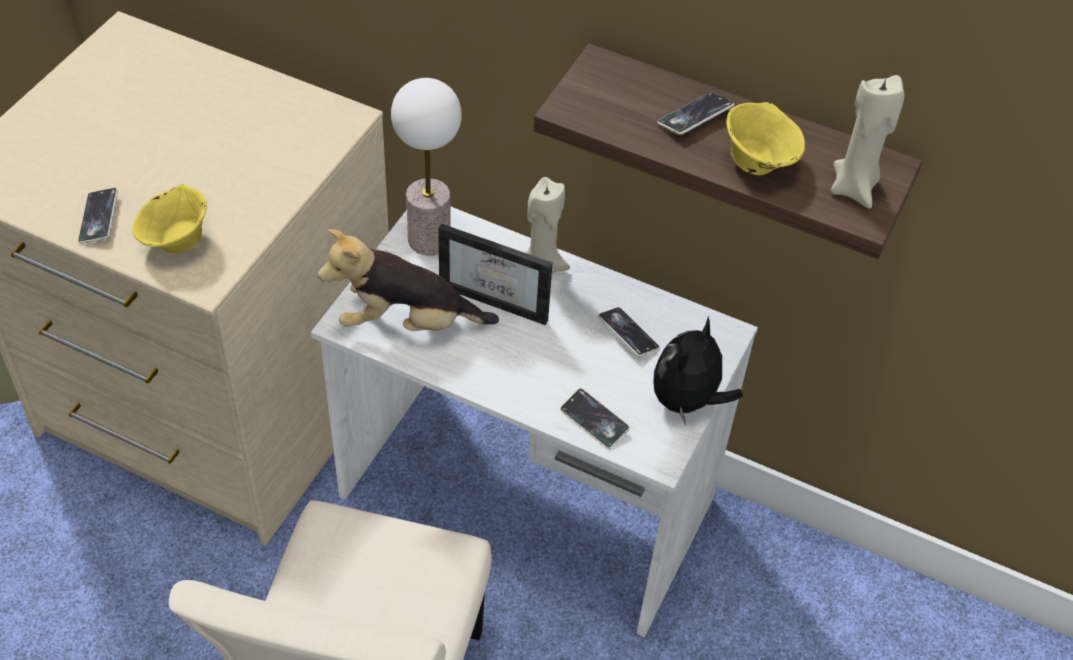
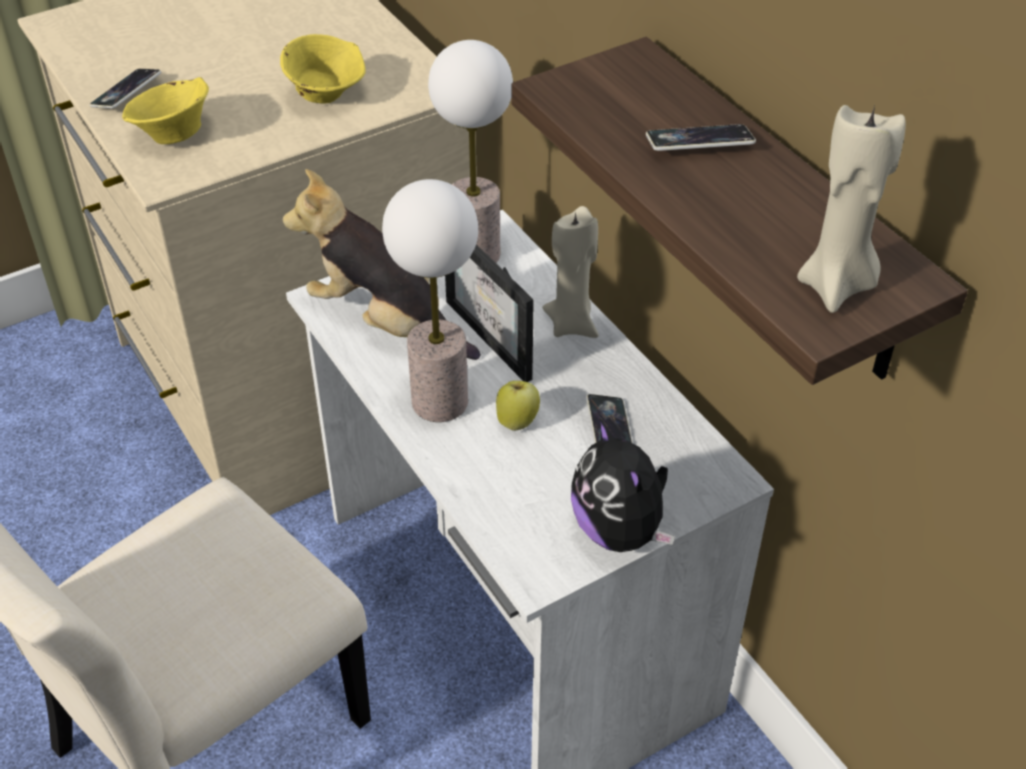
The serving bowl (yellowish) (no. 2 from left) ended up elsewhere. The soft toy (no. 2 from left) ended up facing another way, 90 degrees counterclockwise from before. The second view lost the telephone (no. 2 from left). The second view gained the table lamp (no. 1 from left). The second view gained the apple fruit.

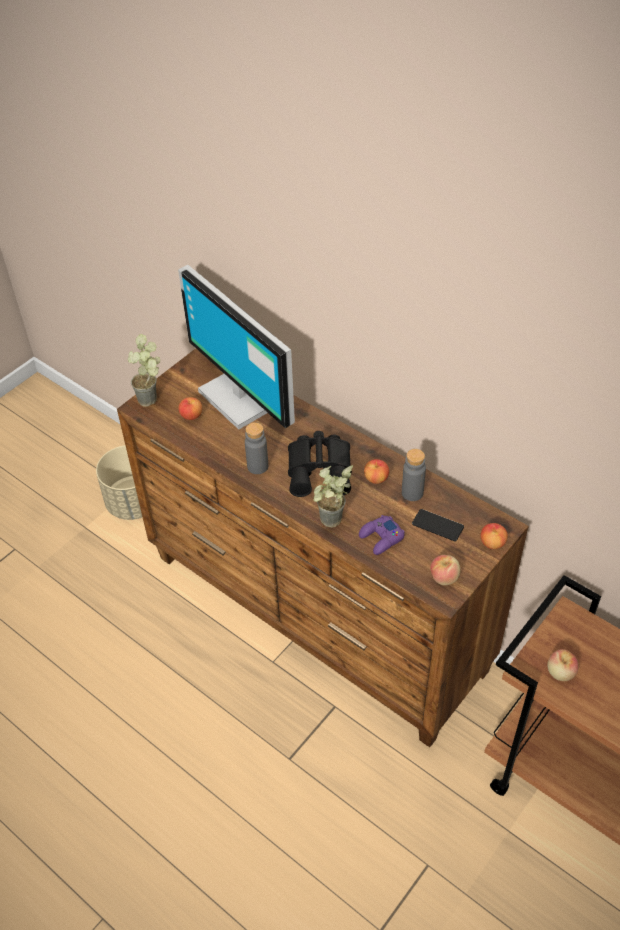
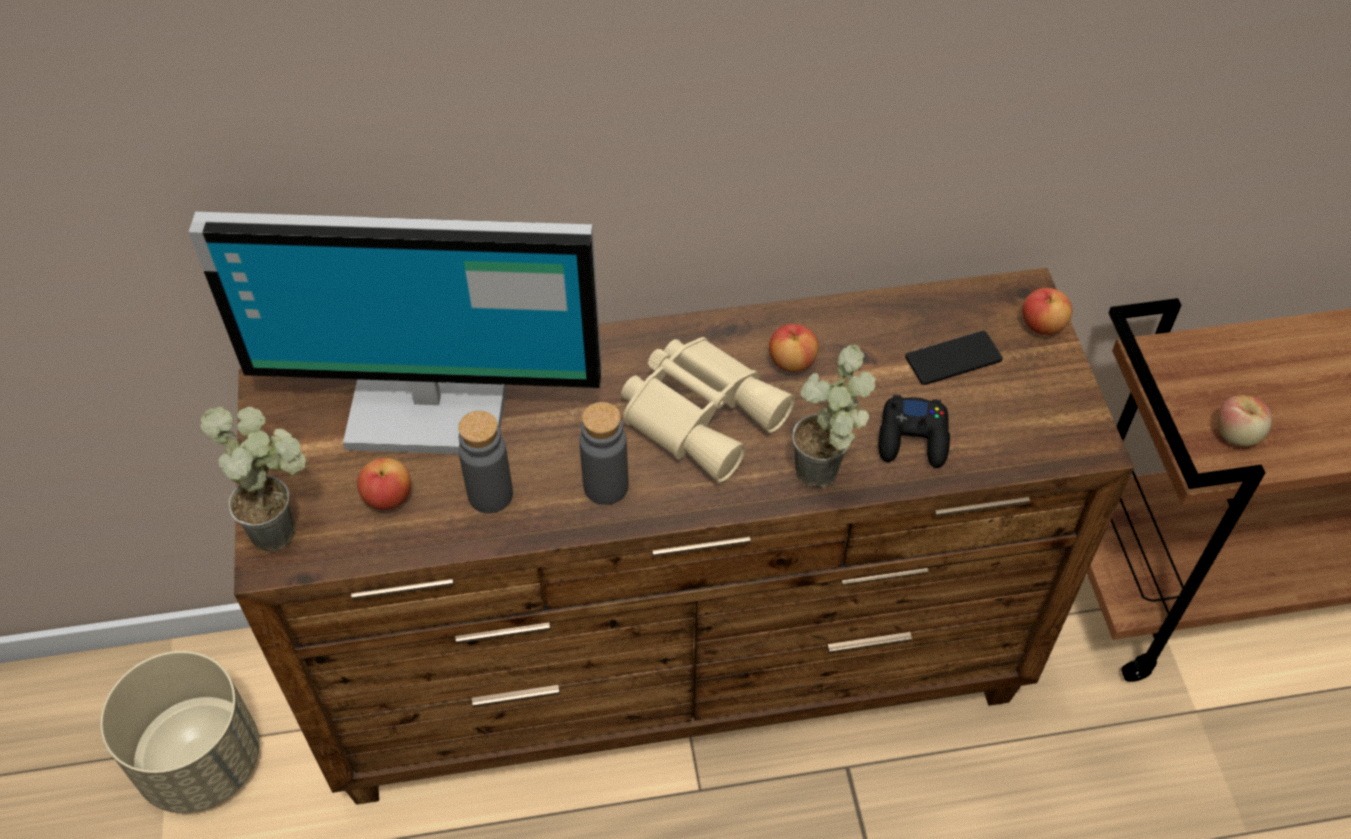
What was the field glasses (black-coloured) turned into the field glasses (beige-coloured). The bottle (gray) (no. 2 from left in the first image) ended up elsewhere. What was the game controller (purple-coloured) turned into the game controller (black-coloured). The second view lost the apple fruit (no. 3 from left).

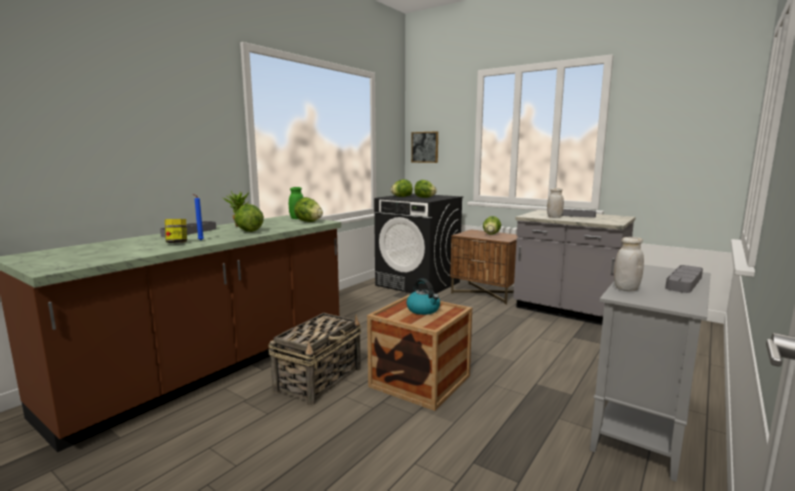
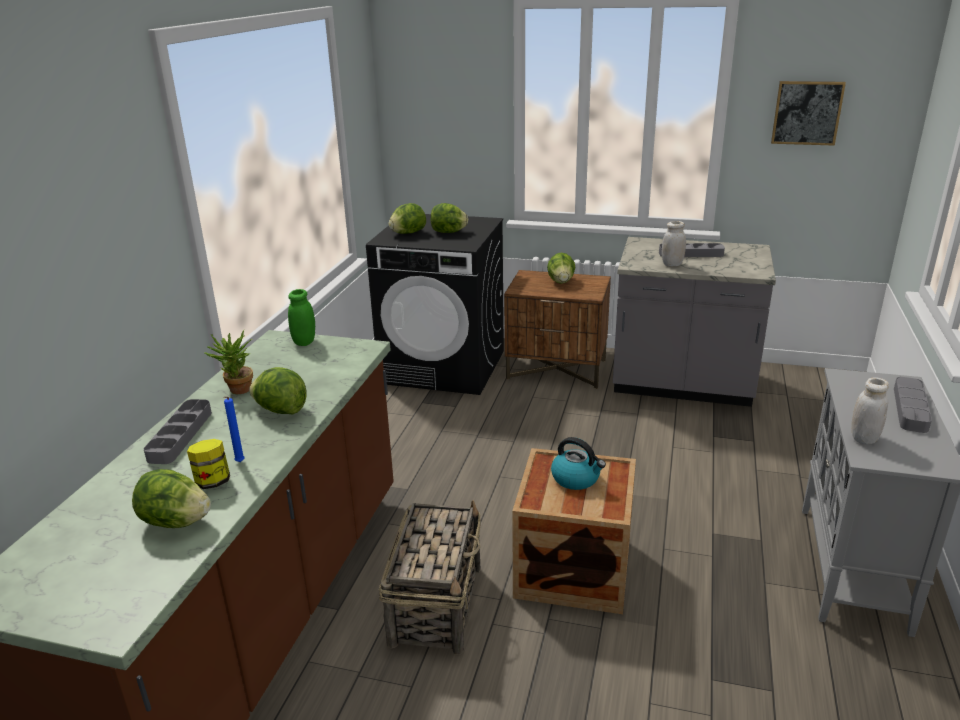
The picture ended up elsewhere. The lettuce head (no. 2 from left in the first image) ended up elsewhere.

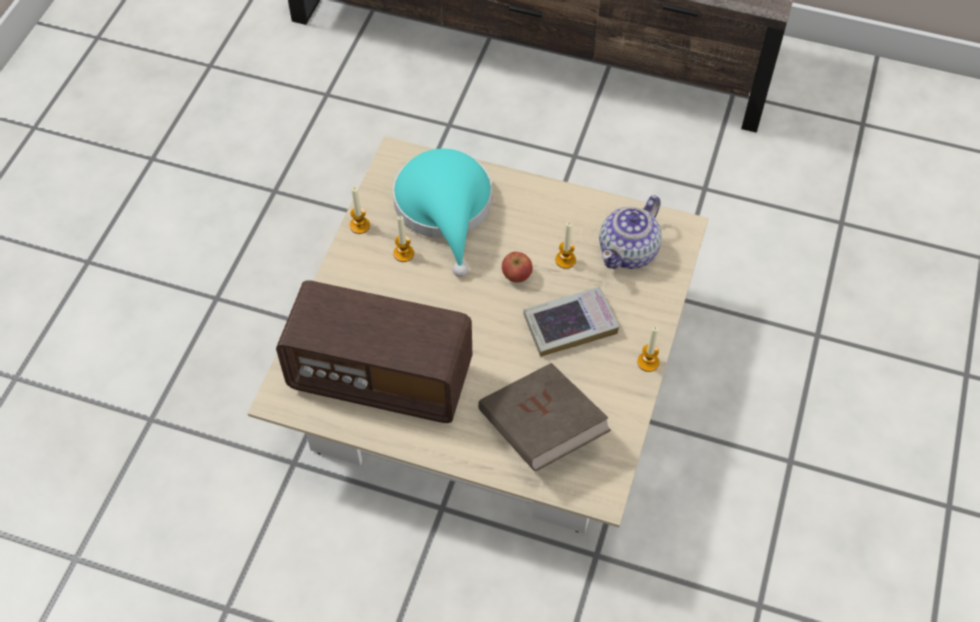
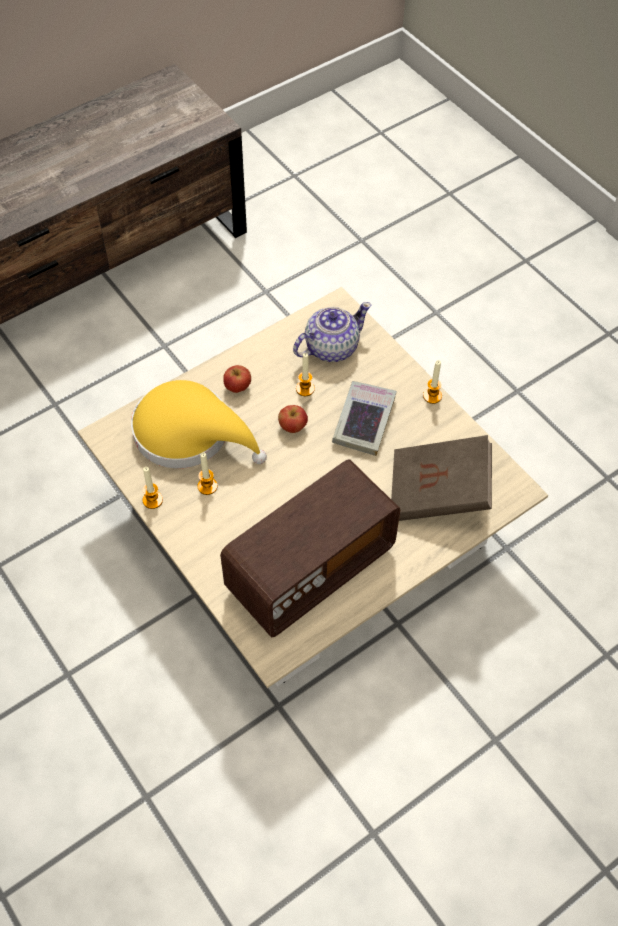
What was the wearable hat (blue-green) turned into the wearable hat (yellowish). The teapot ended up facing another way, 105 degrees counterclockwise from before. The second view gained the apple fruit (no. 1 from left).

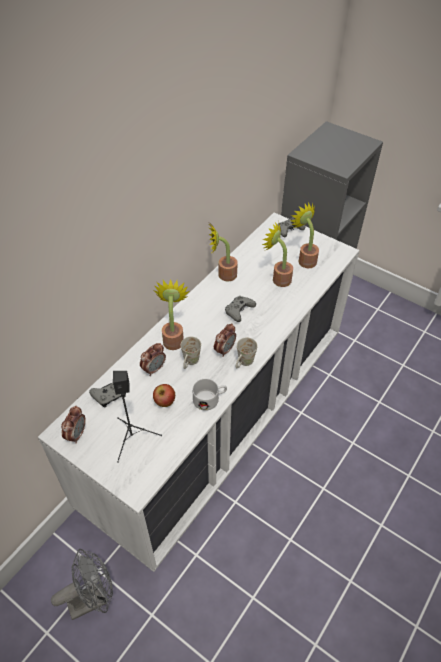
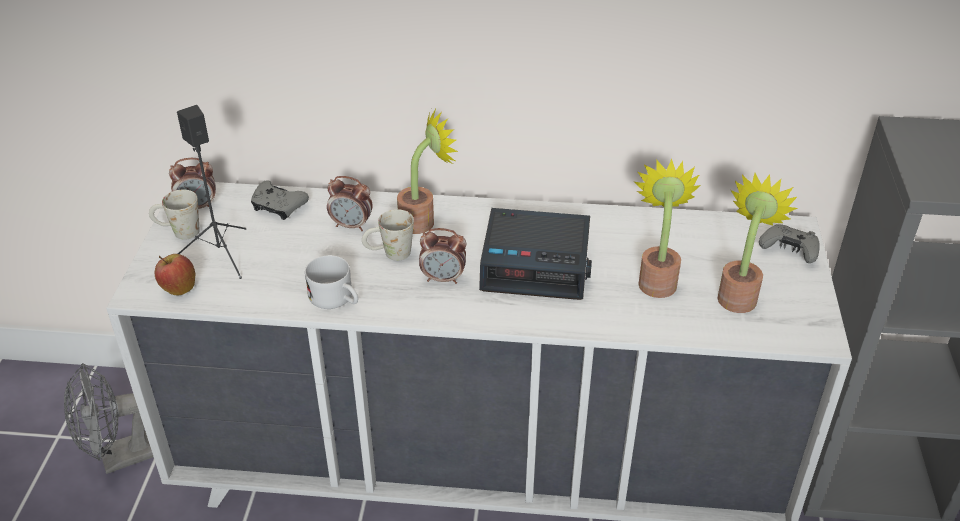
The second view lost the plant in a pot (no. 2 from left). Where the game controller (gray) (no. 2 from left) stood, the alarm clock (no. 4 from left) came to stand. The mug (white) (no. 3 from left in the first image) ended up elsewhere. The apple fruit ended up elsewhere. The electric fan (gray) ended up facing another way, 120 degrees clockwise from before.

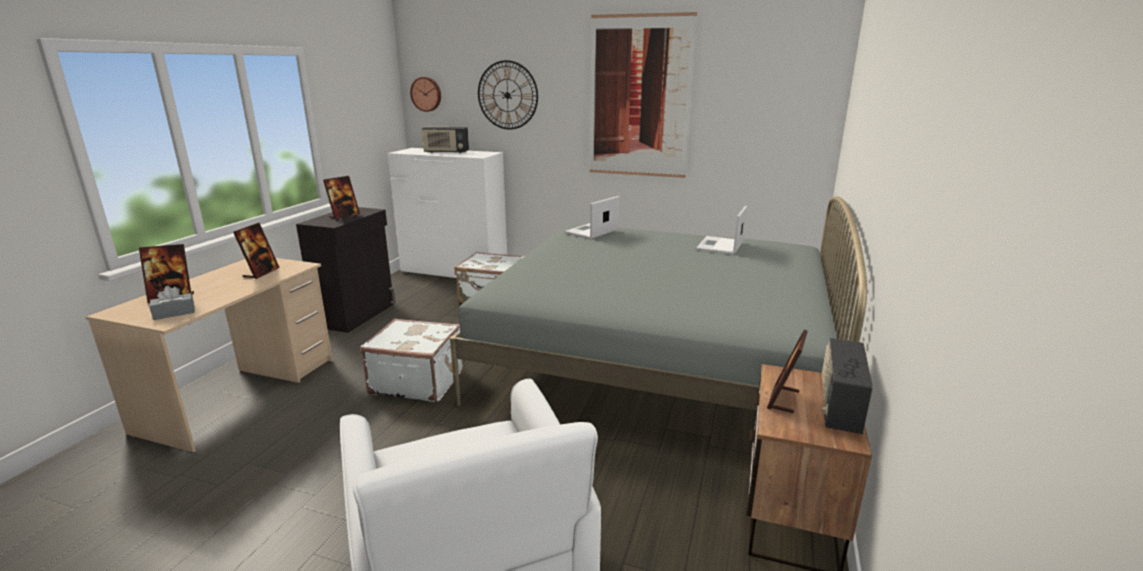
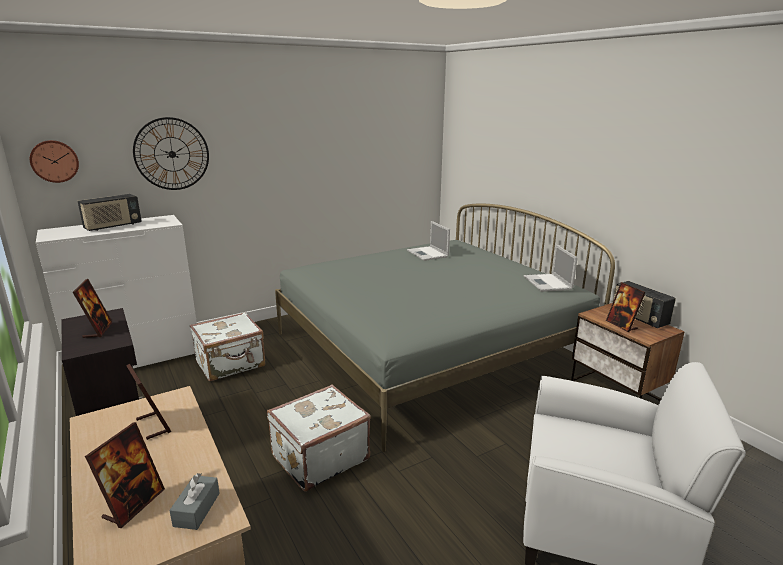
The second view lost the picture. The laptop (no. 1 from left in the first image) ended up elsewhere.

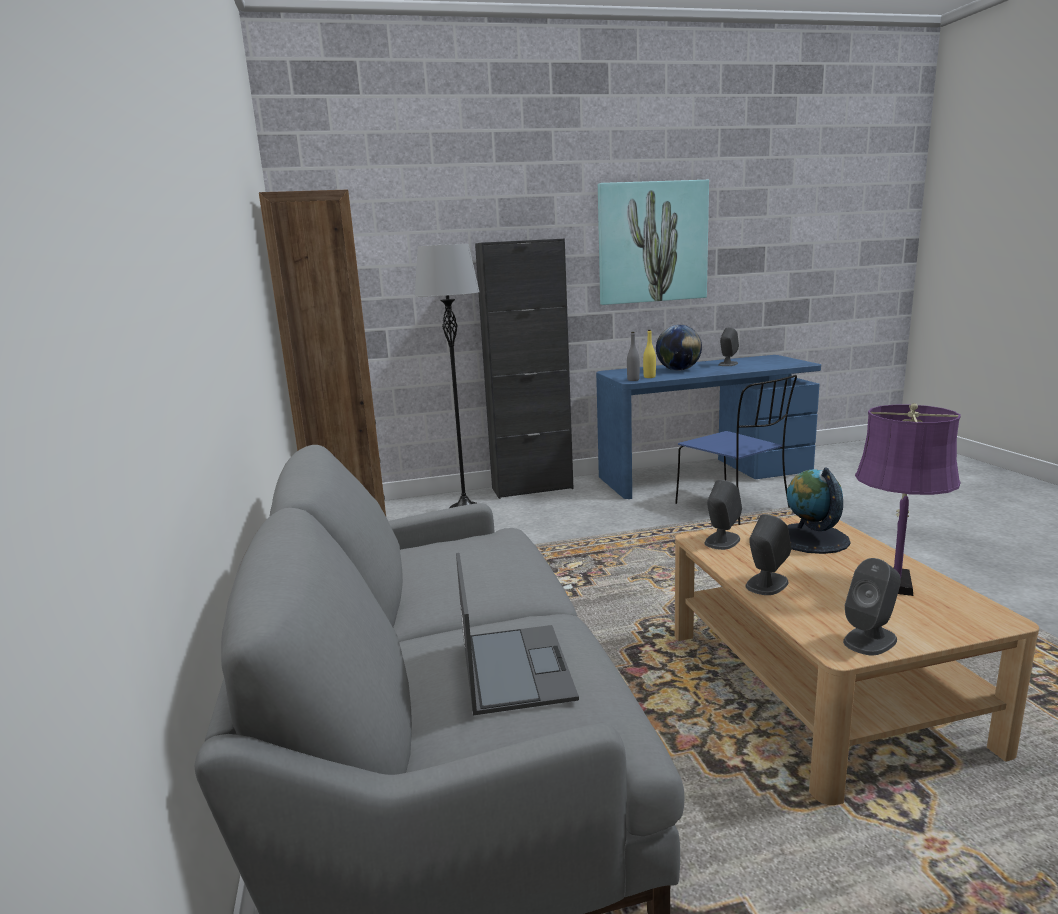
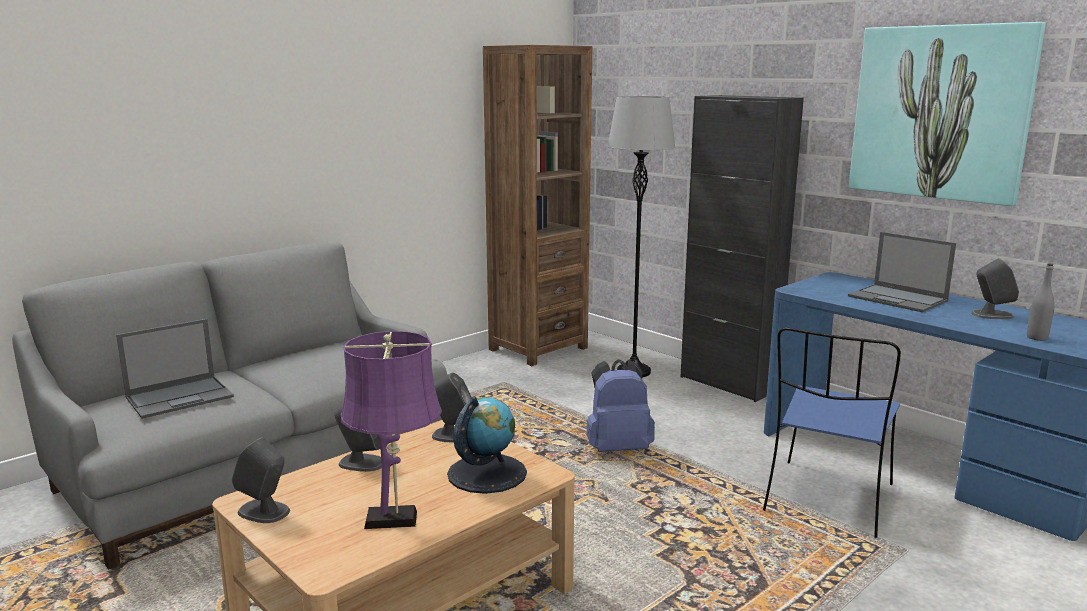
Where the desk globe (no. 1 from left) stood, the laptop (no. 2 from left) came to stand. The second view lost the bottle (yellowish). The bottle (gray) ended up elsewhere. The second view gained the backpack (blue-coloured).

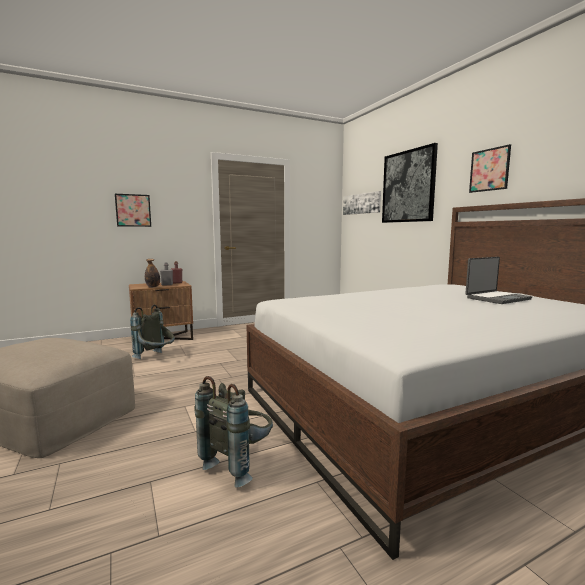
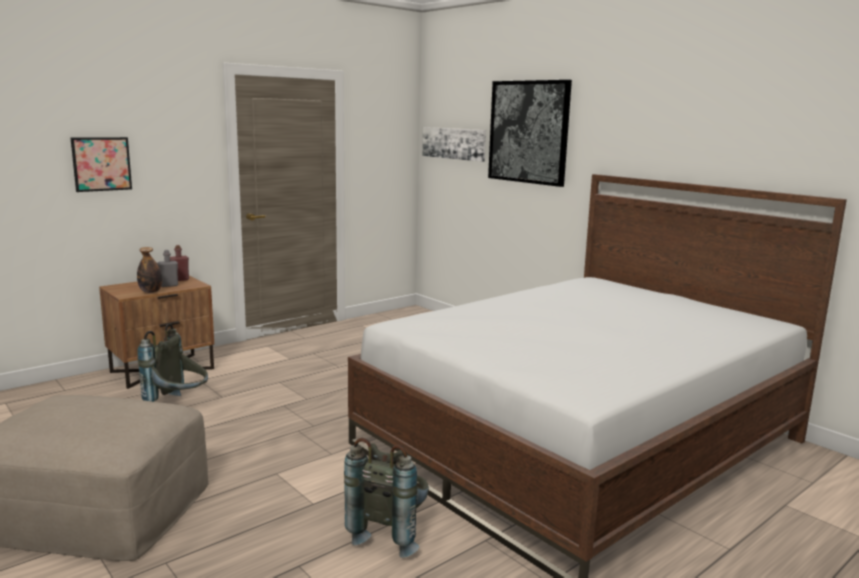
The second view lost the picture (no. 4 from left). The second view lost the laptop.

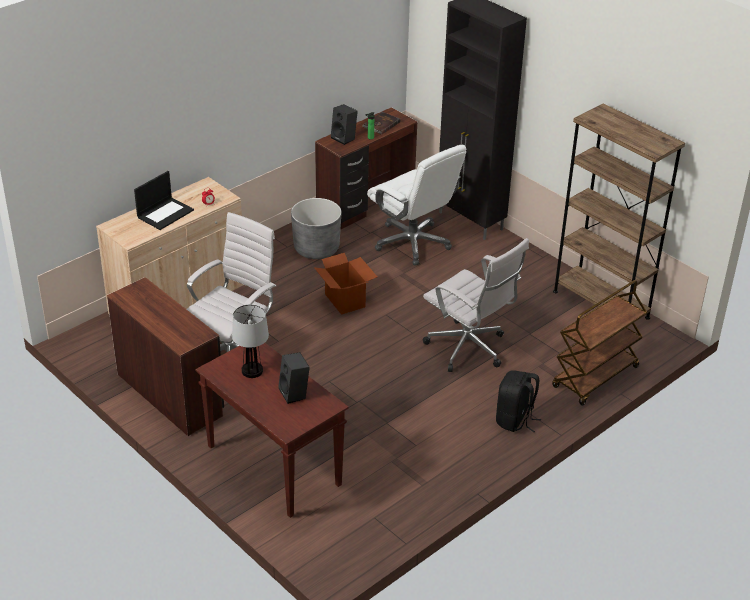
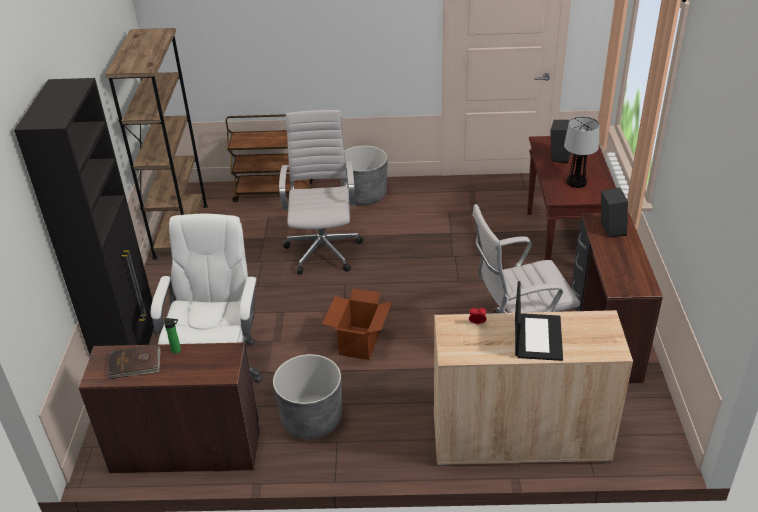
The speaker (black-coloured) (no. 2 from left) ended up elsewhere. The laptop ended up facing another way, 105 degrees clockwise from before. Where the backpack (black-coloured) stood, the plant pot (gray) (no. 2 from left) came to stand.

